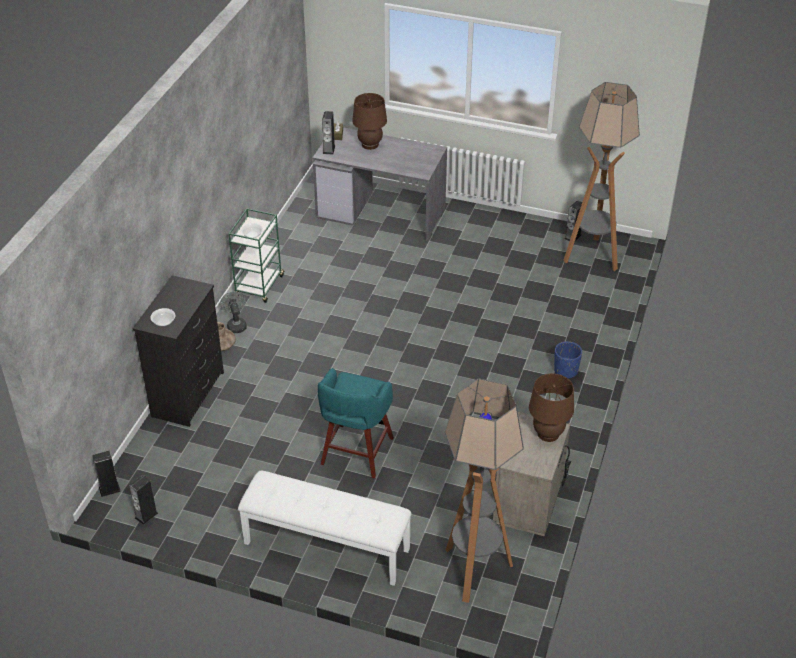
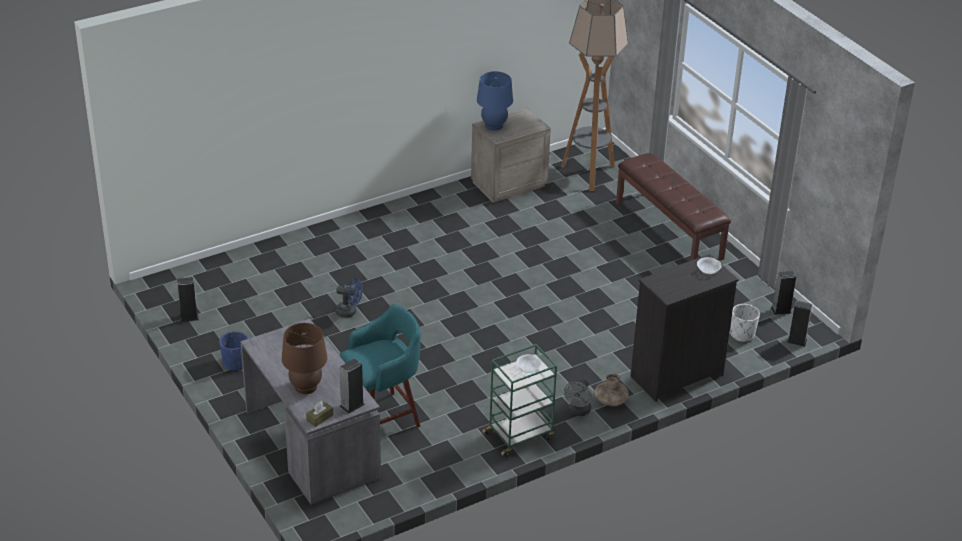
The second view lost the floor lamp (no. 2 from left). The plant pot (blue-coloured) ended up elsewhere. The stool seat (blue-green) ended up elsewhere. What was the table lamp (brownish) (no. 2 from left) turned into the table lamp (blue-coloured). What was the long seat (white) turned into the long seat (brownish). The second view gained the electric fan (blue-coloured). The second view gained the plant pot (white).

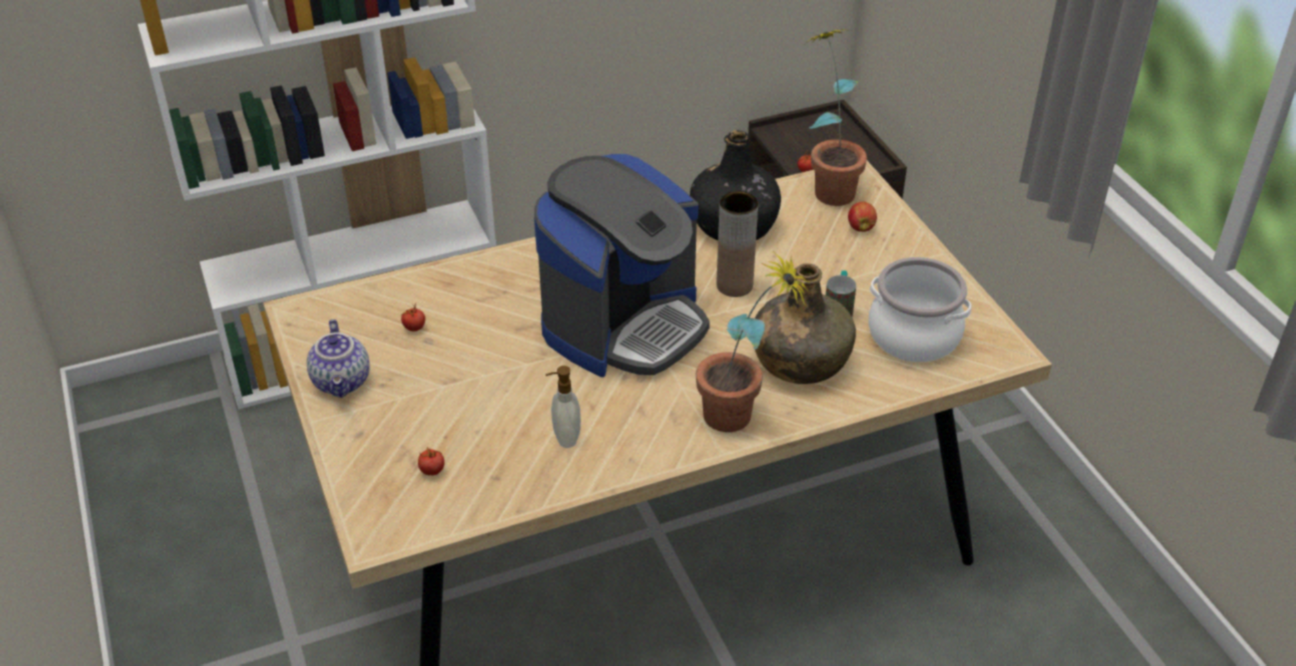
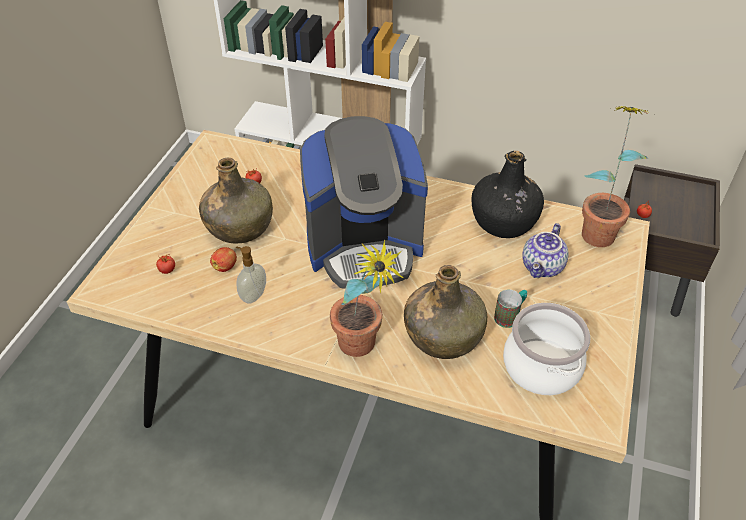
The second view lost the decorative vase (brownish). The apple fruit ended up elsewhere. The teapot ended up elsewhere. The second view gained the bottle (greenish) (no. 1 from left).

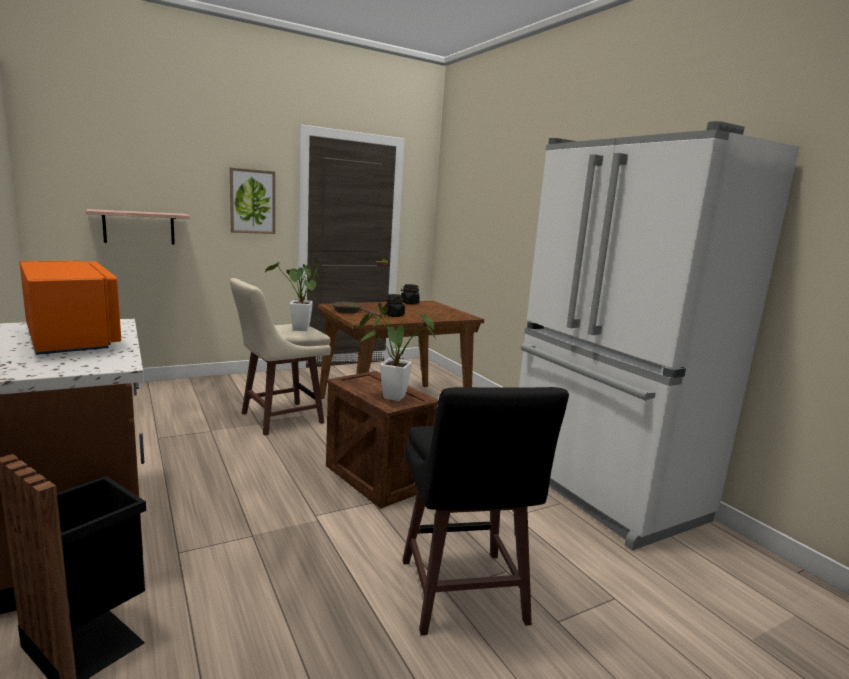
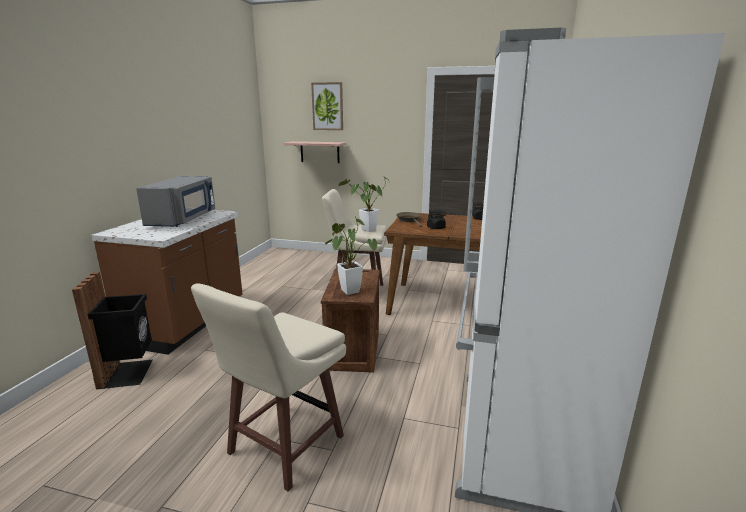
The picture ended up elsewhere. What was the kitchen microwave (orange) turned into the kitchen microwave (gray). What was the stool seat (black-coloured) turned into the stool seat (beige-coloured) (no. 1 from left).

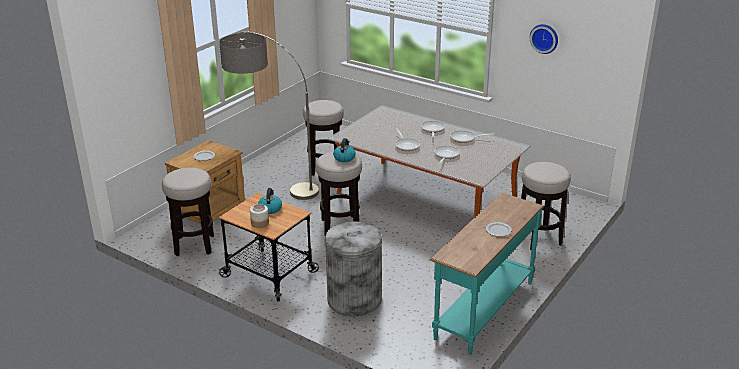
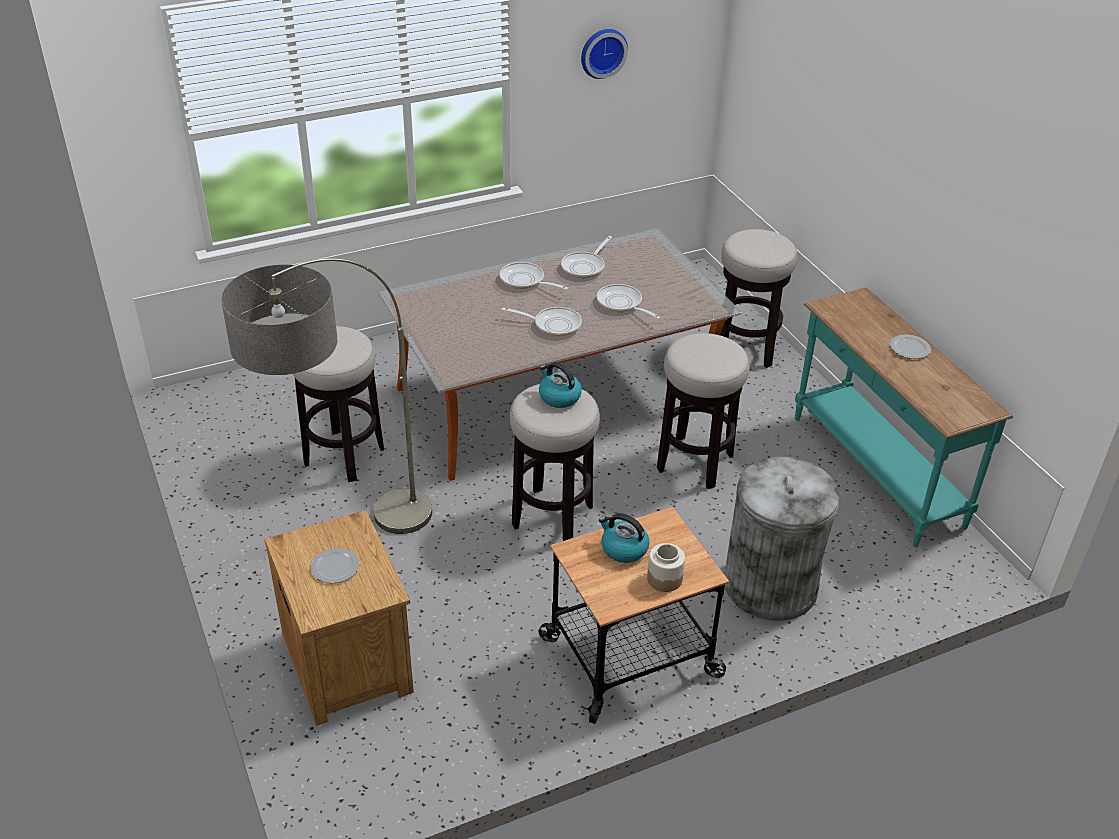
The stool seat (no. 1 from left in the first image) ended up elsewhere.

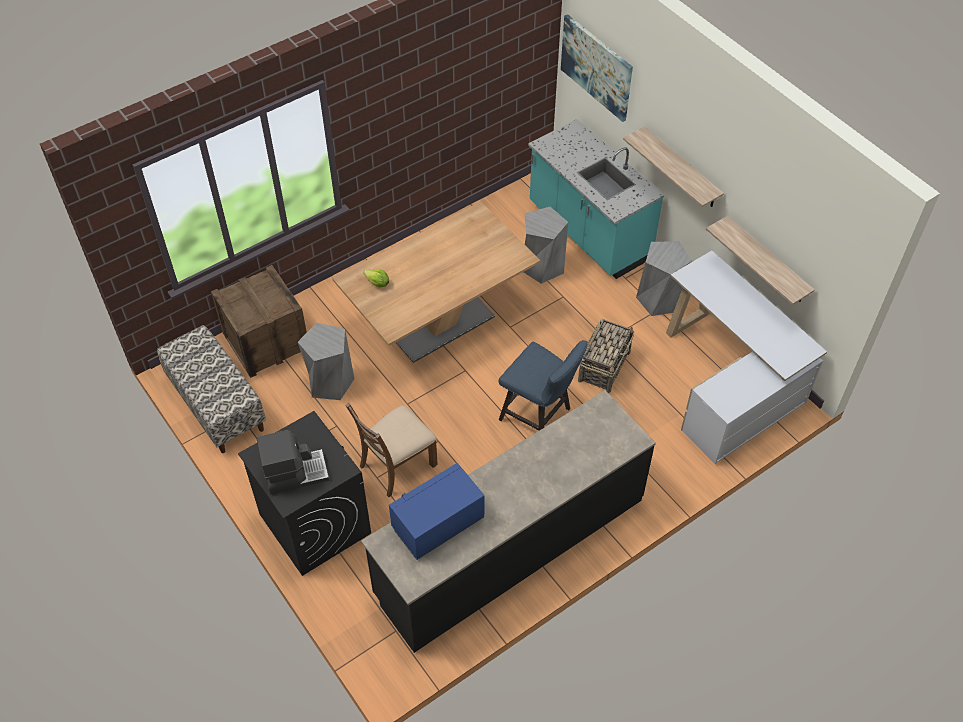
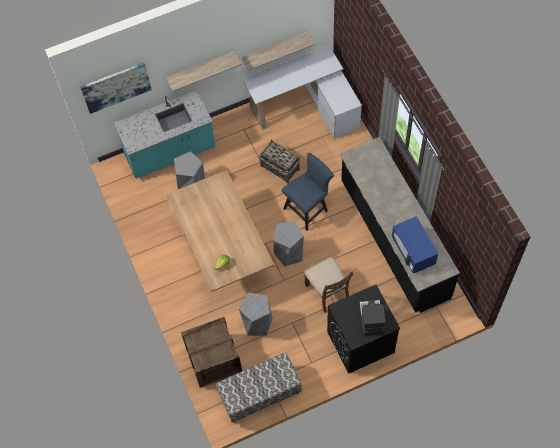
The stool seat (gray) (no. 3 from left) ended up elsewhere.

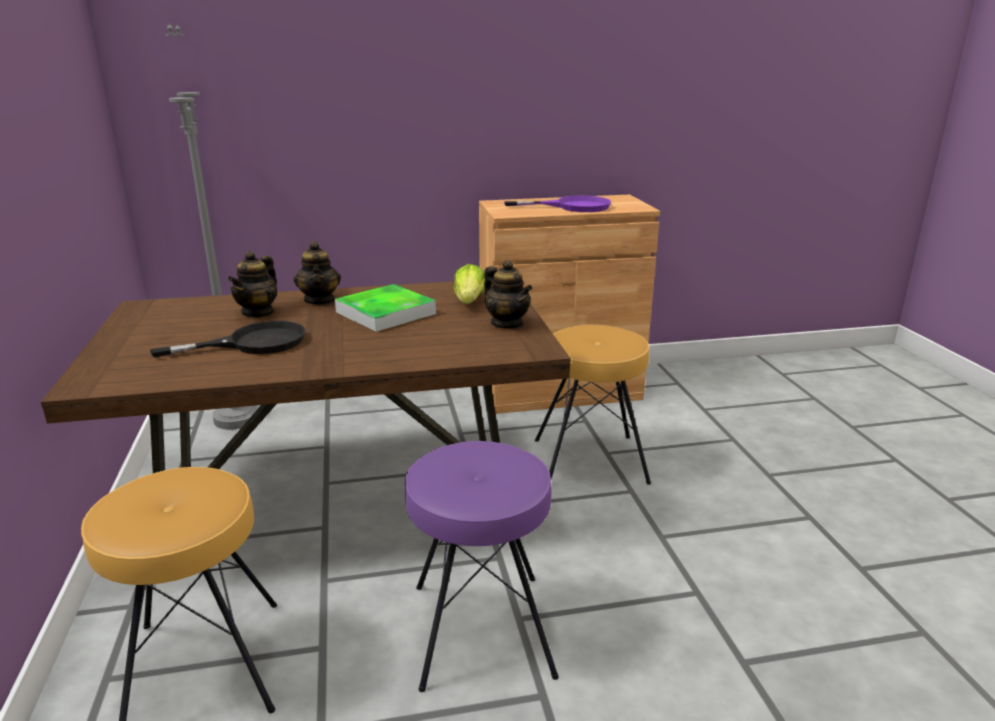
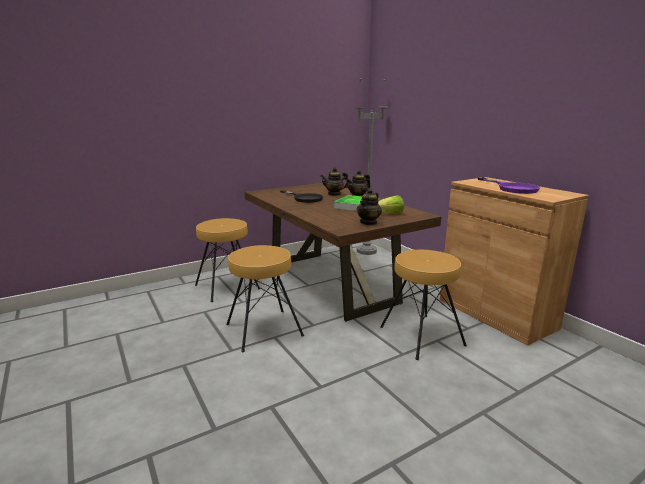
What was the stool seat (purple-coloured) turned into the stool seat (brownish) (no. 2 from left).

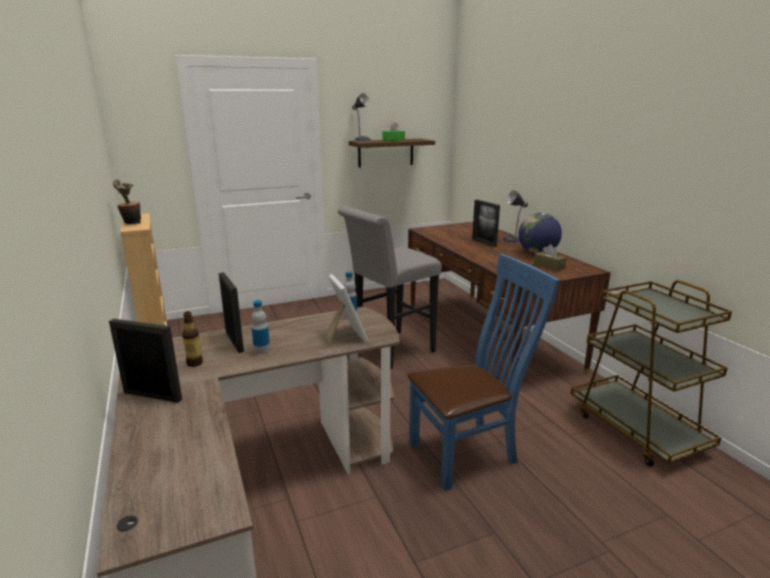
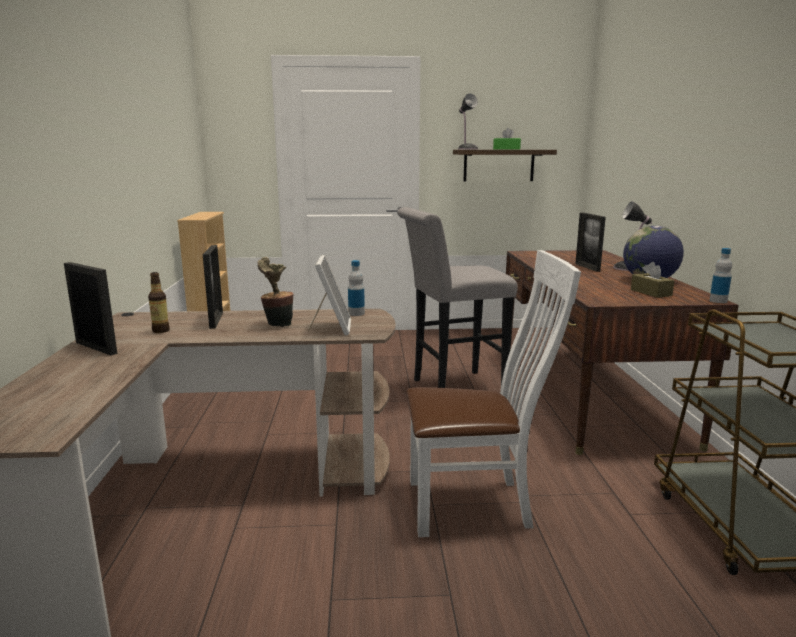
The plant in a pot ended up elsewhere. What was the plain chair (blue-coloured) turned into the plain chair (white). The bottle (no. 2 from left in the first image) ended up elsewhere.

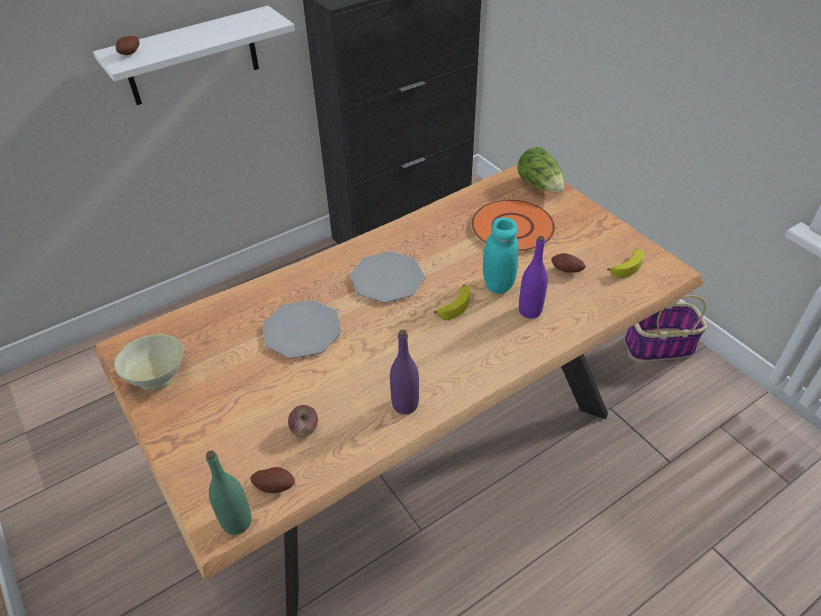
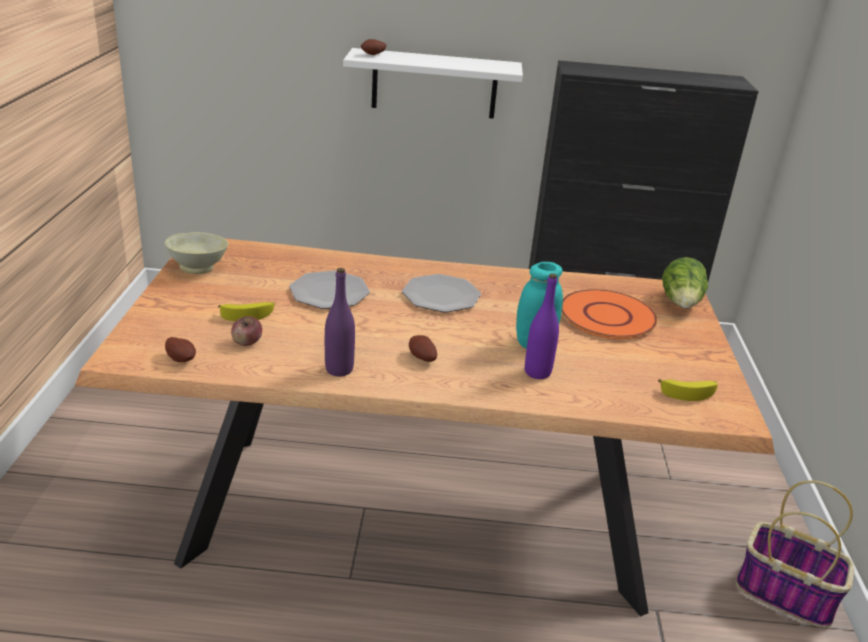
The potato (no. 3 from left) ended up elsewhere. The whole banana (no. 1 from left) ended up elsewhere. The second view lost the bottle (greenish).

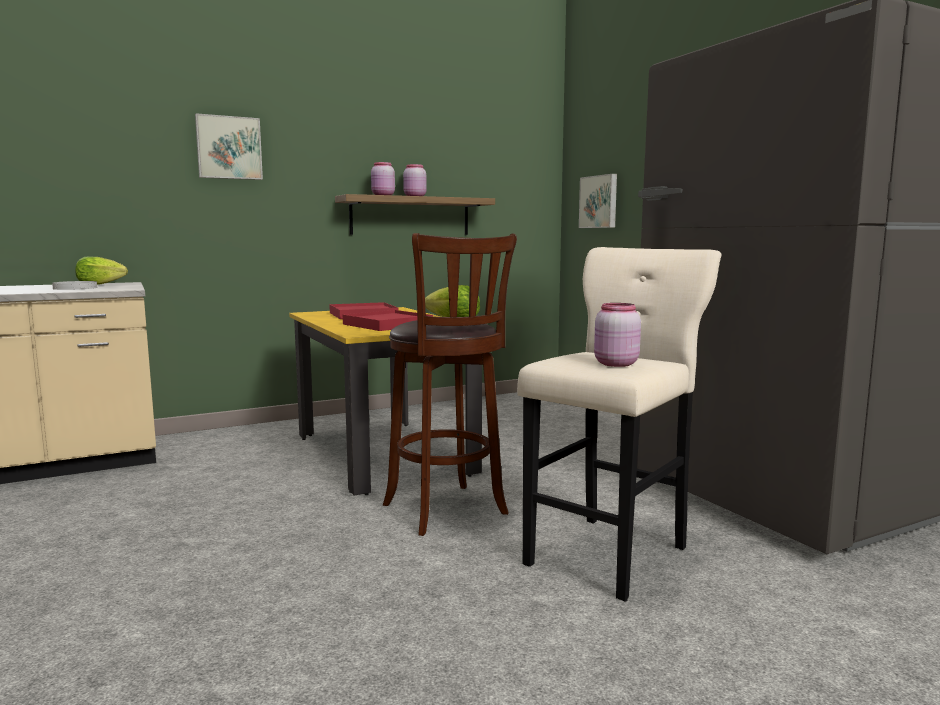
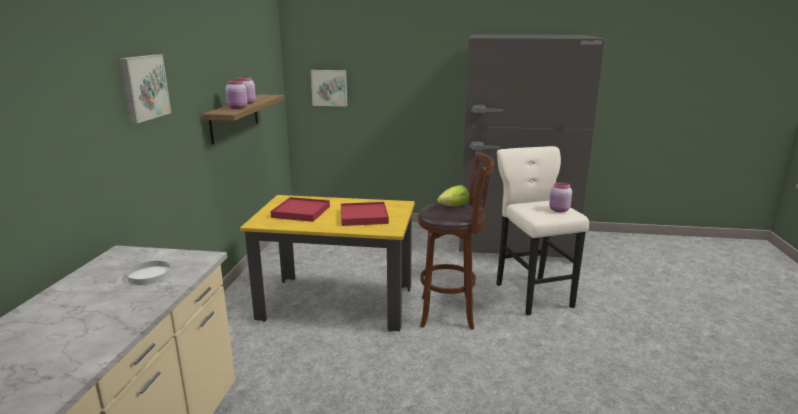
The second view lost the lettuce head (no. 1 from left).

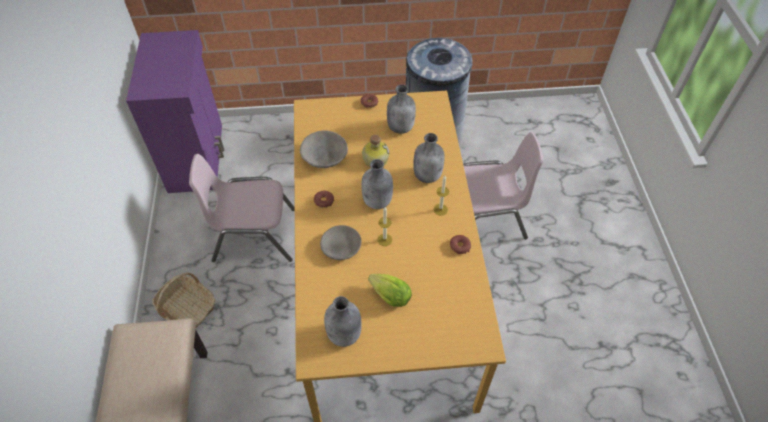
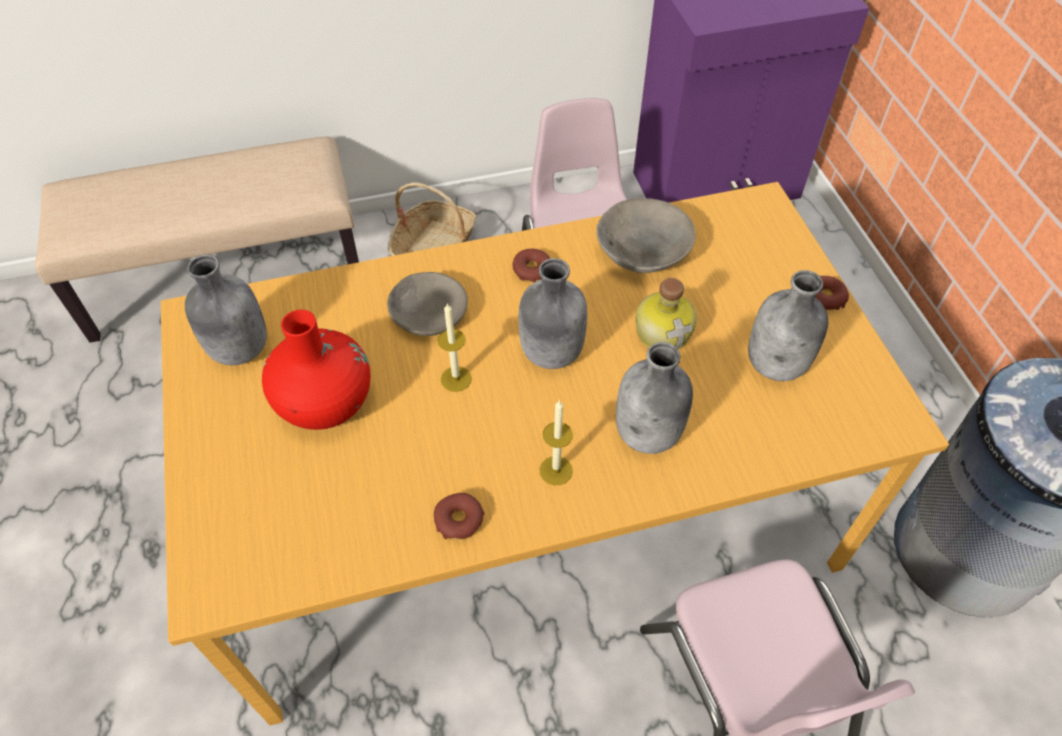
Where the lettuce head stood, the decorative vase (red) came to stand.

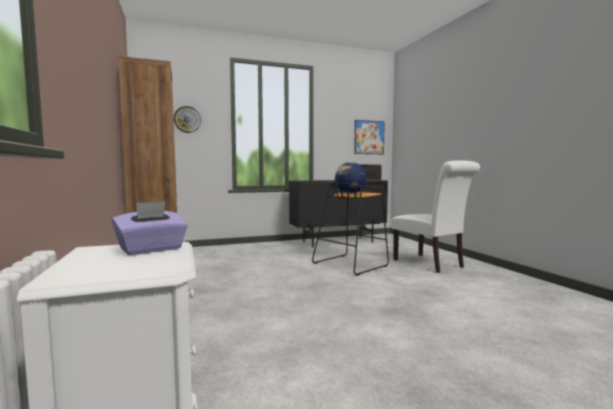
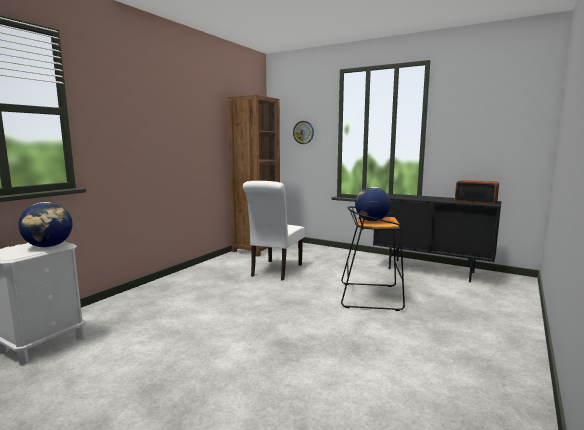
The second view lost the picture. The plain chair (white) ended up elsewhere. Where the tissue box (purple-coloured) stood, the desk globe (no. 1 from left) came to stand.

